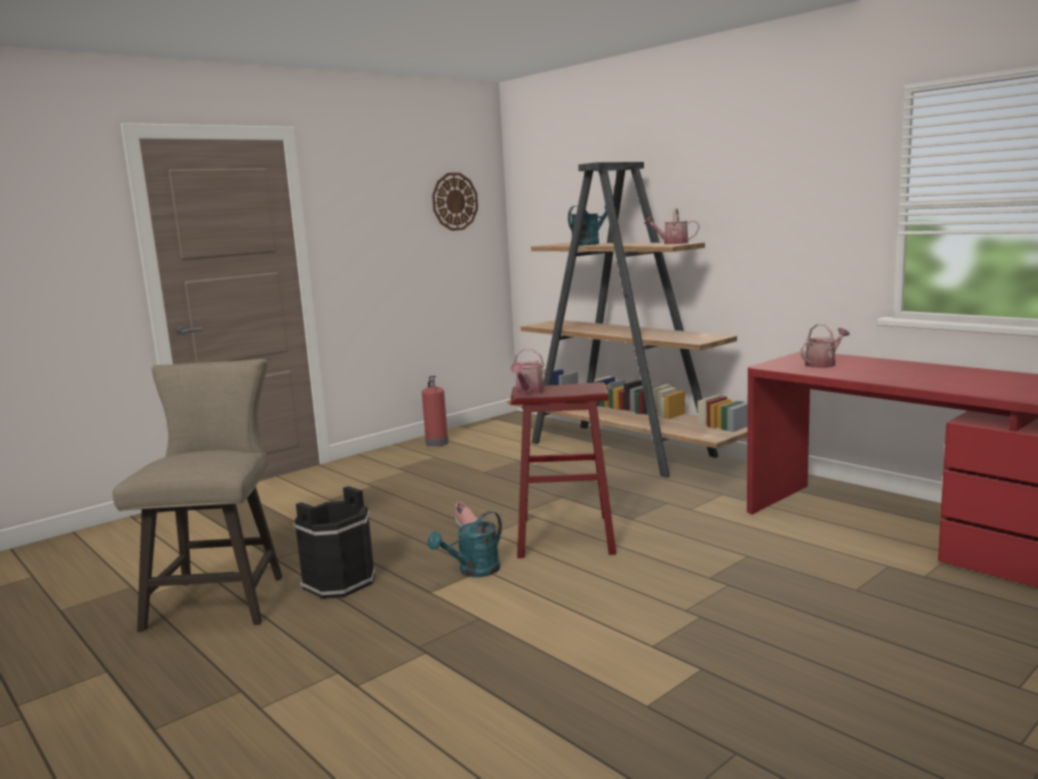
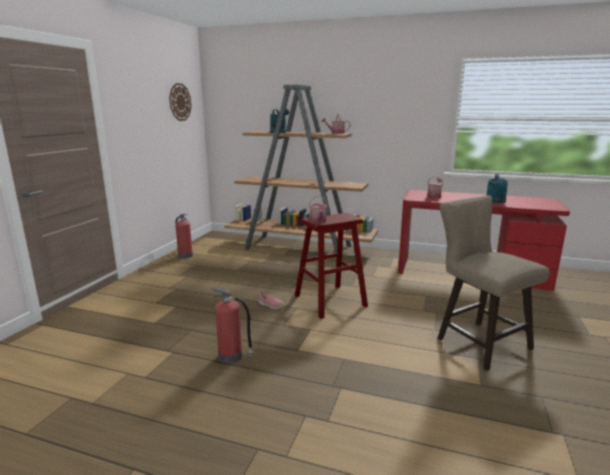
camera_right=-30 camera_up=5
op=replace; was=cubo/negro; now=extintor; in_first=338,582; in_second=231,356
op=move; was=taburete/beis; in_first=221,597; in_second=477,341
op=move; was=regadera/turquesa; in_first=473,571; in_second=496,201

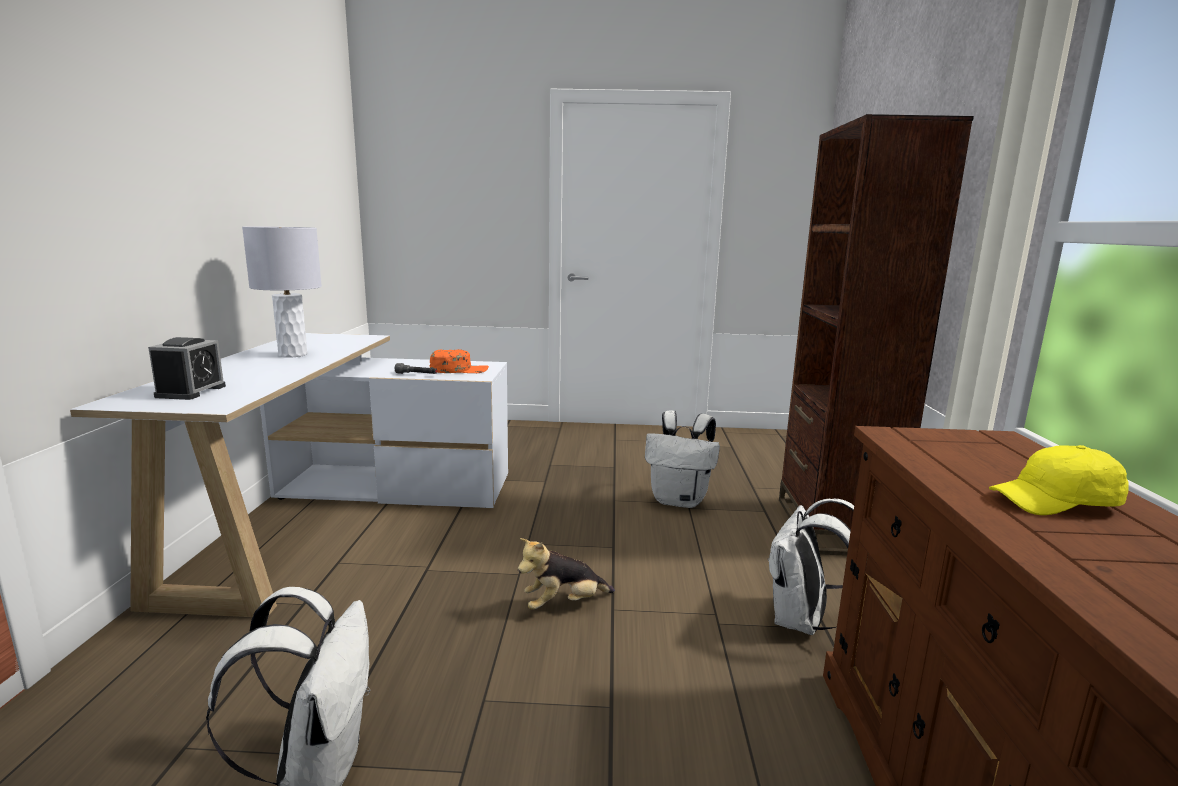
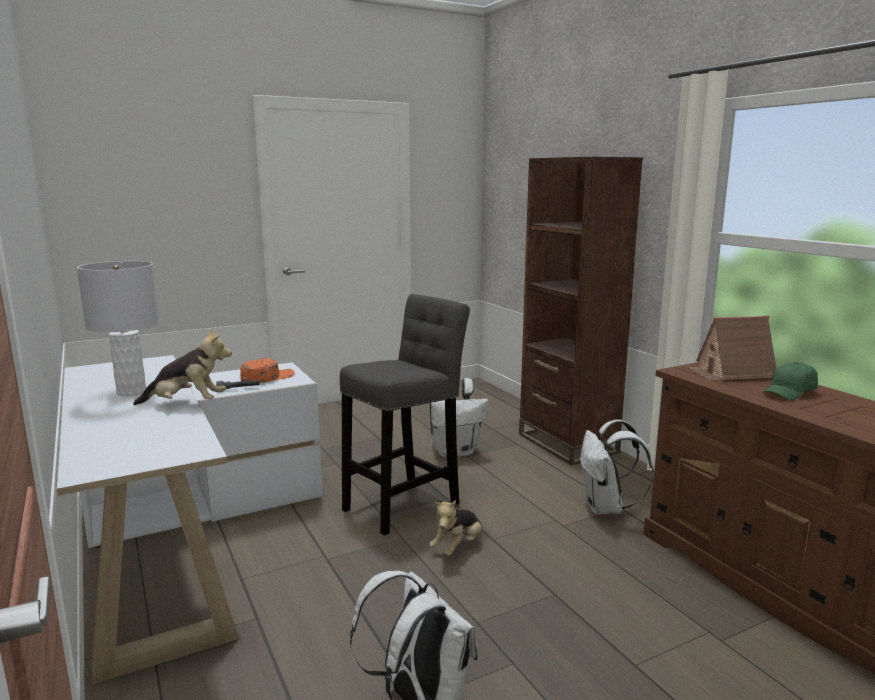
camera_right=-30 camera_up=0
op=insert; now=peluche; in_second=187,404
op=insert; now=taburete/gris; in_second=405,504
op=insert; now=casita; in_second=730,373
op=recolor; was=gorra/amarillo; now=gorra/verde; in_first=1057,502; in_second=789,392
op=delete; was=despertador; in_first=191,391

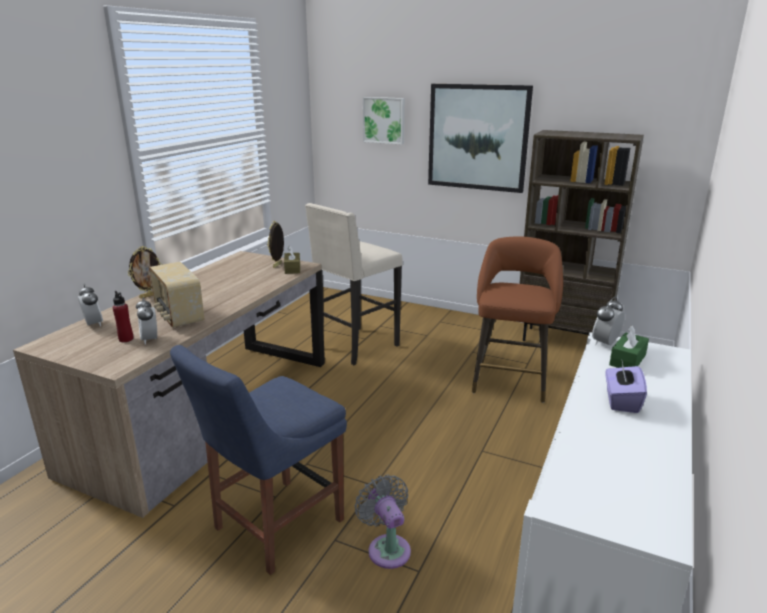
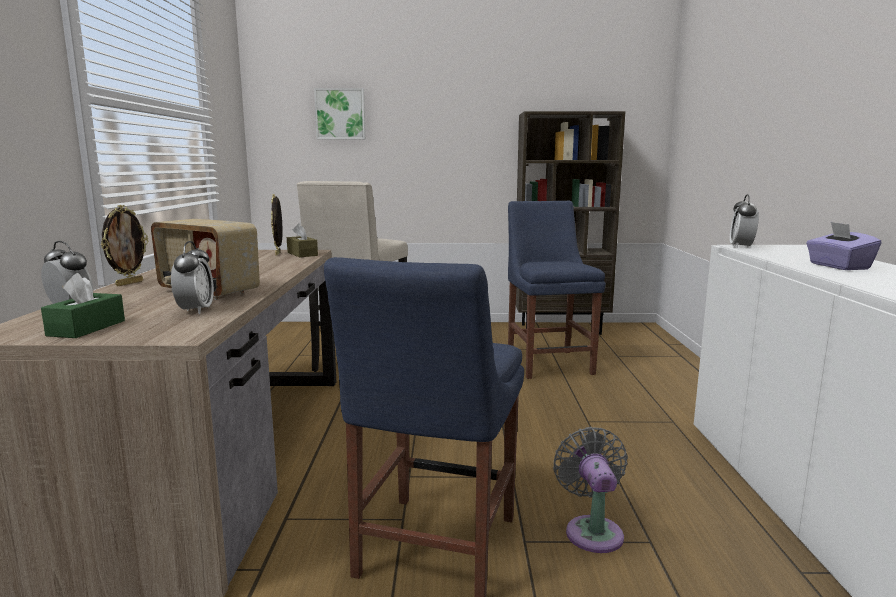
camera_right=-25 camera_up=-10
op=move; was=caja de pañuelos/verde; in_first=627,360; in_second=87,328
op=rotate; was=despertador; in_first=150,339; in_second=195,310; clockwise=-135
op=replace; was=taburete/marrón; now=silla/azul; in_first=510,379; in_second=548,362
op=rotate; was=ventilador/gris; in_first=387,548; in_second=592,530; clockwise=45
op=delete; was=botella/rojo; in_first=126,339
op=delete; was=cuadro; in_first=478,137

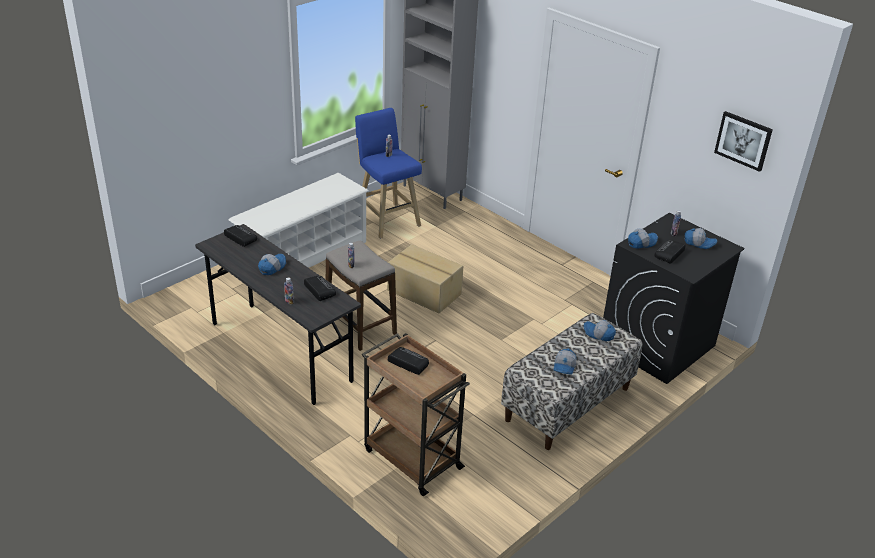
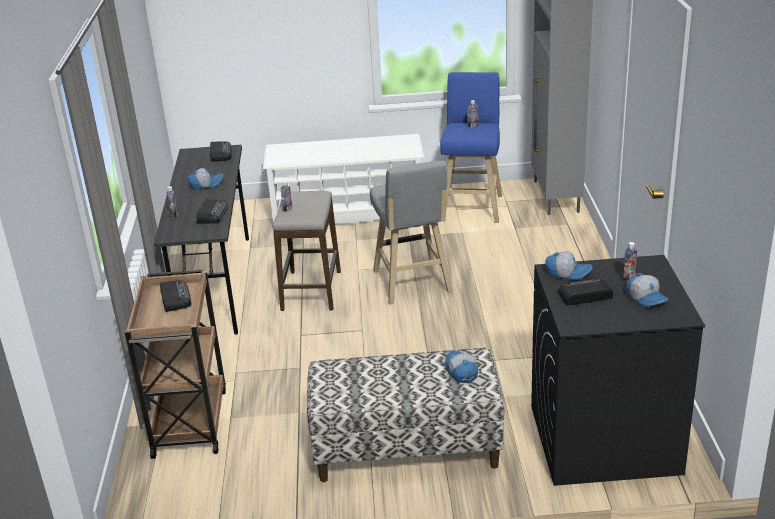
camera_right=45 camera_up=-5
op=replace; was=caja de cartón; now=taburete/gris; in_first=424,293; in_second=413,284
op=delete; was=gorra; in_first=565,367
op=delete; was=cuadro; in_first=743,140

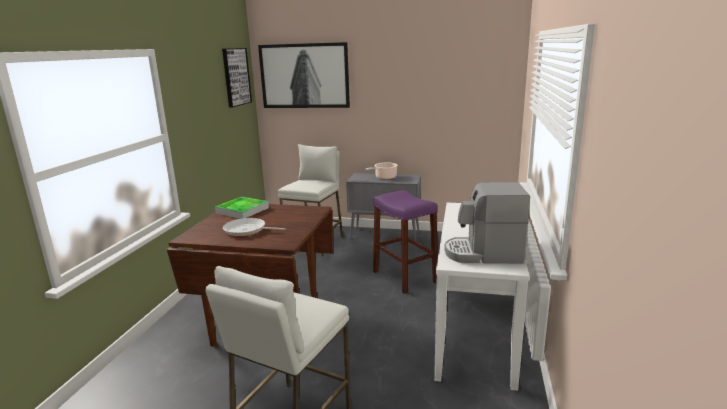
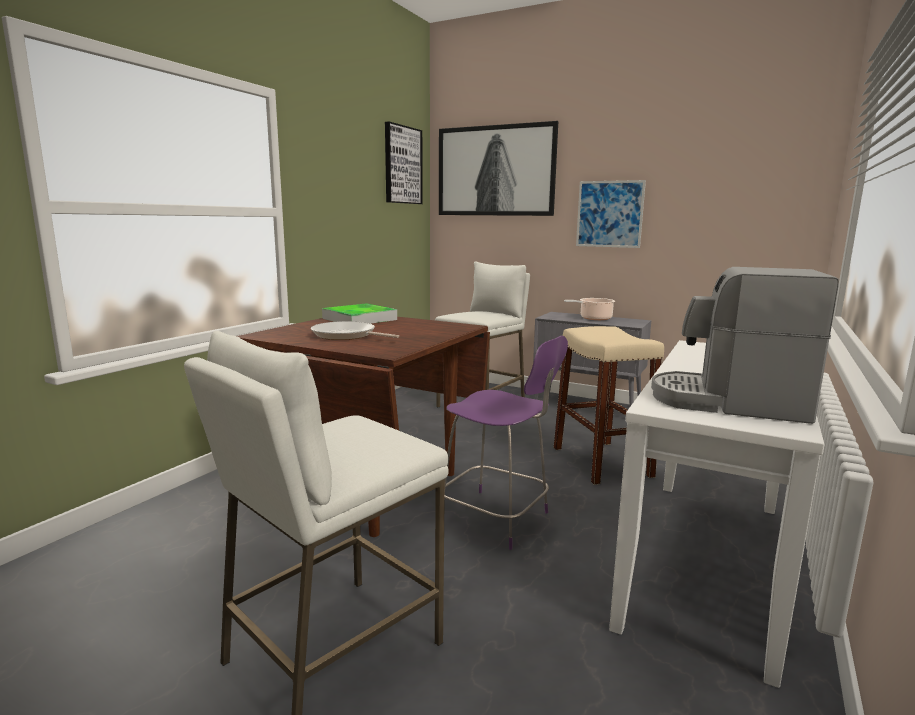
camera_right=15 camera_up=-5
op=insert; now=silla/morado; in_second=497,519
op=recolor; was=taburete/morado; now=taburete/beis; in_first=404,277; in_second=601,462
op=insert; now=cuadro; in_second=609,214

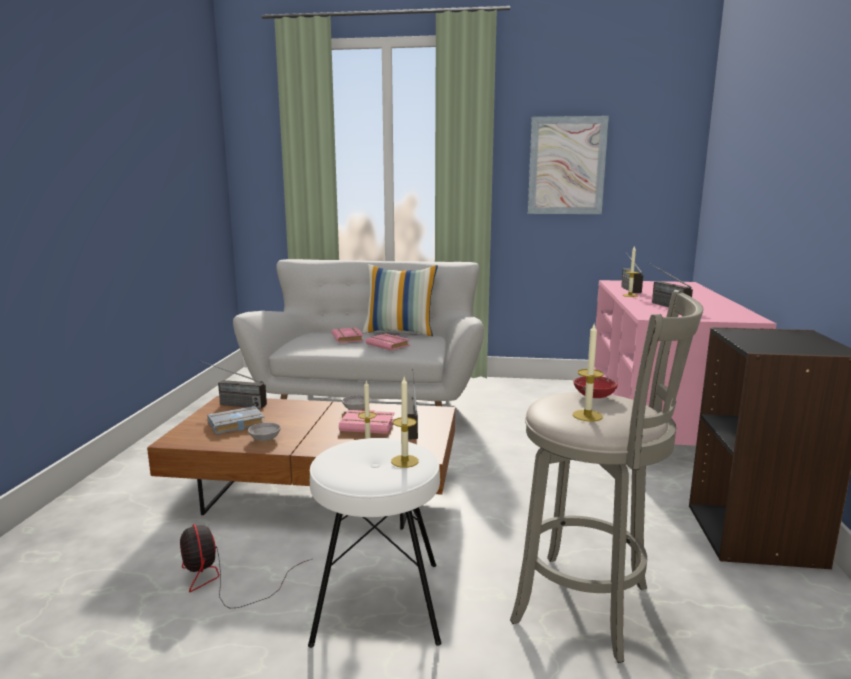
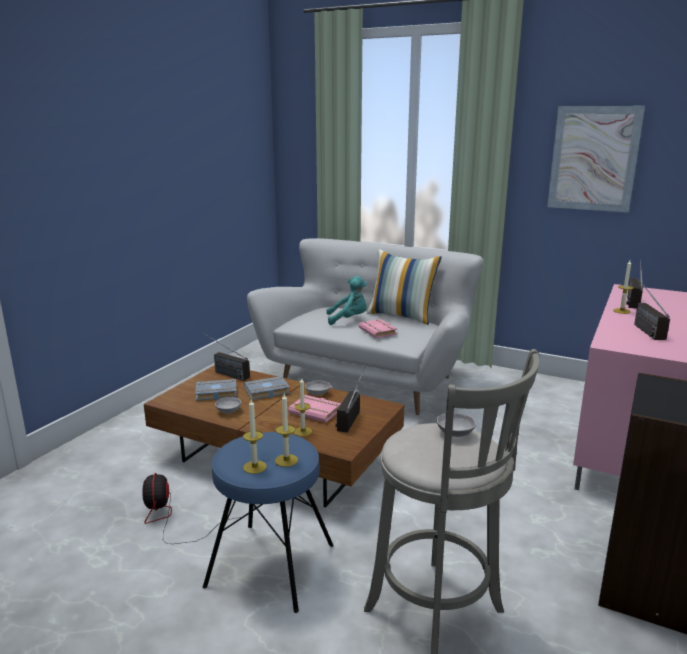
camera_right=20 camera_up=5
op=recolor; was=taburete/blanco; now=taburete/azul; in_first=378,601; in_second=271,565
op=move; was=vela; in_first=587,415; in_second=254,467
op=insert; now=libro/gris; in_second=266,392
op=replace; was=libro/rosa; now=peluche/turquesa; in_first=349,338; in_second=349,319
op=recolor; was=cuenco/rojo; now=cuenco/gris; in_first=594,396; in_second=455,433

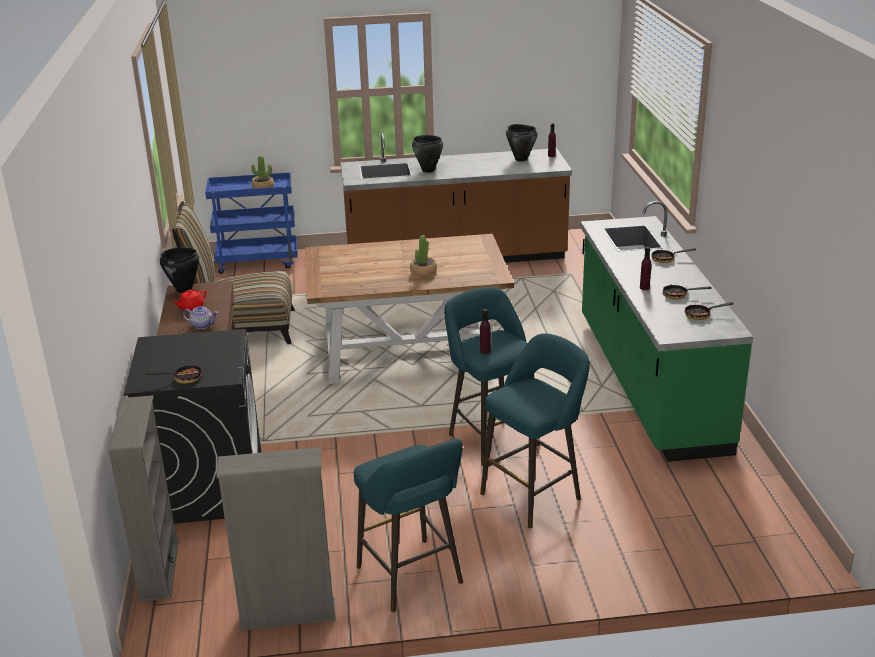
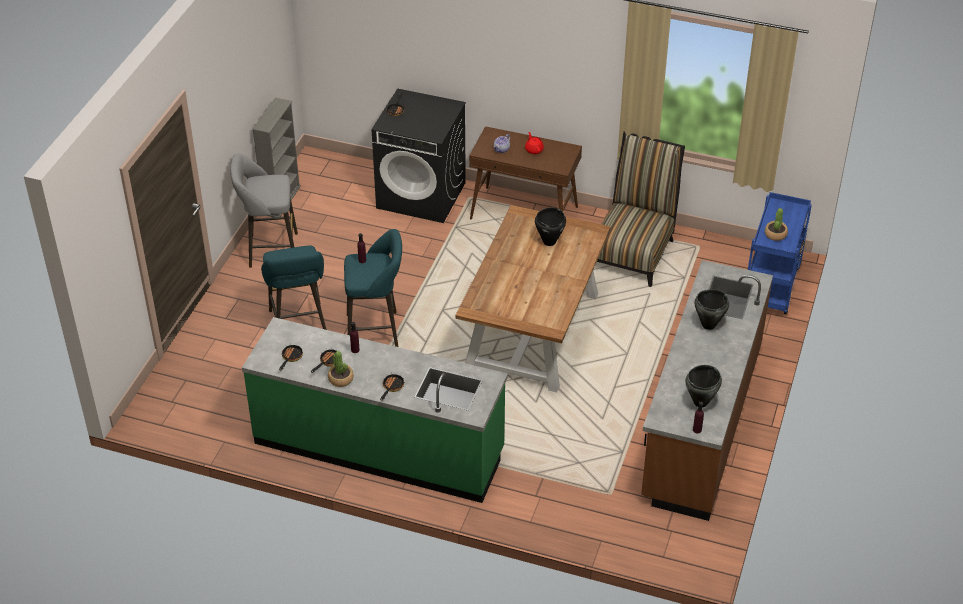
camera_right=115 camera_up=15
op=recolor; was=taburete/turquesa; now=taburete/gris; in_first=412,578; in_second=269,250
op=move; was=planta en maceta; in_first=423,272; in_second=341,379
op=move; was=olla/negro; in_first=184,290; in_second=549,242
op=delete; was=estantería/gris; in_first=159,569

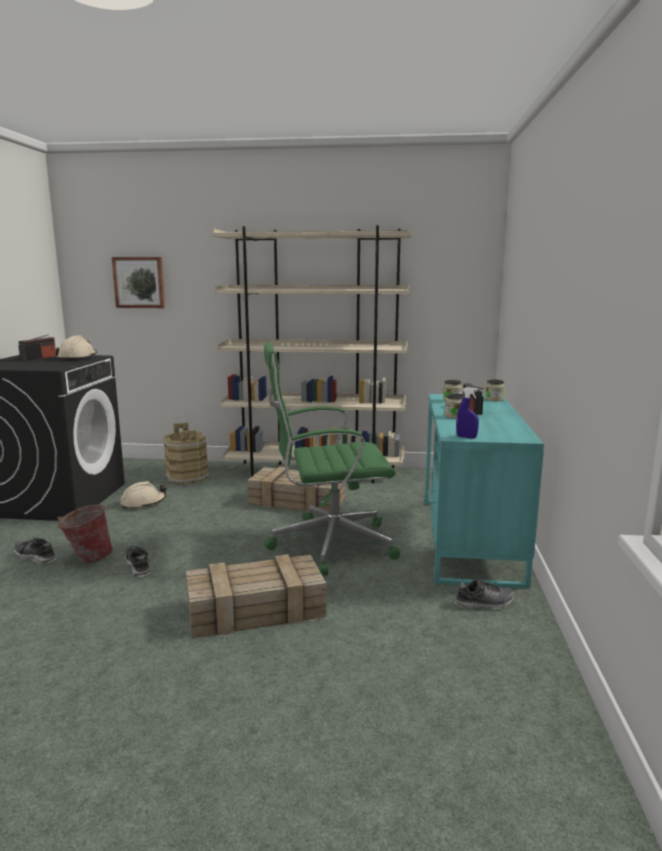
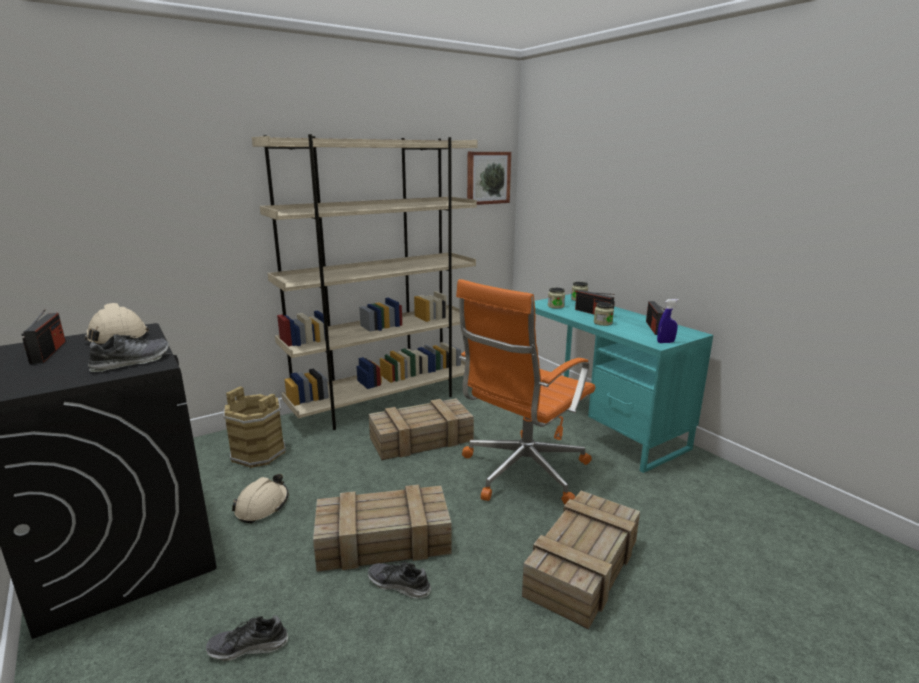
camera_right=-40 camera_up=5
op=move; was=zapato; in_first=484,603; in_second=131,362
op=insert; now=caja de embalaje; in_second=381,541
op=recolor; was=silla de oficina/verde; now=silla de oficina/naranja; in_first=328,544; in_second=522,472
op=move; was=cuadro; in_first=139,282; in_second=487,178
op=insert; now=radio; in_second=654,328
op=delete; was=cubo; in_first=87,559

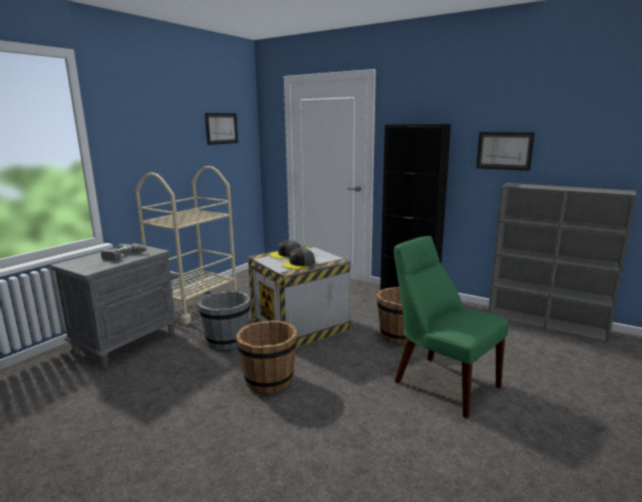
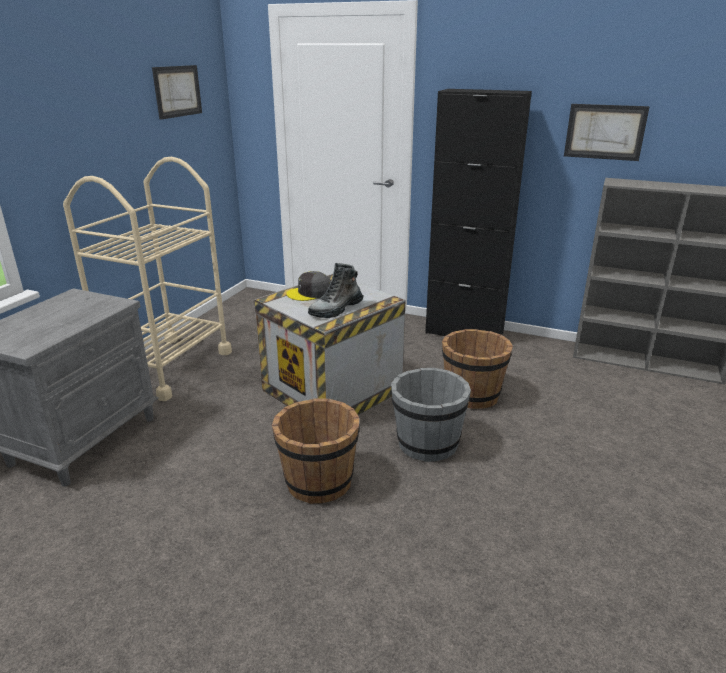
camera_right=-10 camera_up=10
op=replace; was=gorra/gris; now=bota; in_first=299,264; in_second=336,309
op=move; was=cubo/gris; in_first=227,341; in_second=427,443
op=delete; was=taladro; in_first=125,256
op=delete; was=silla/verde; in_first=442,382

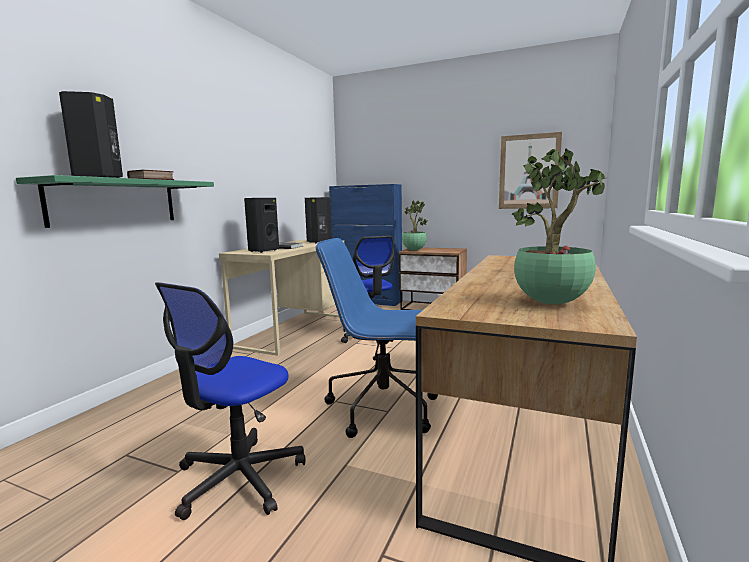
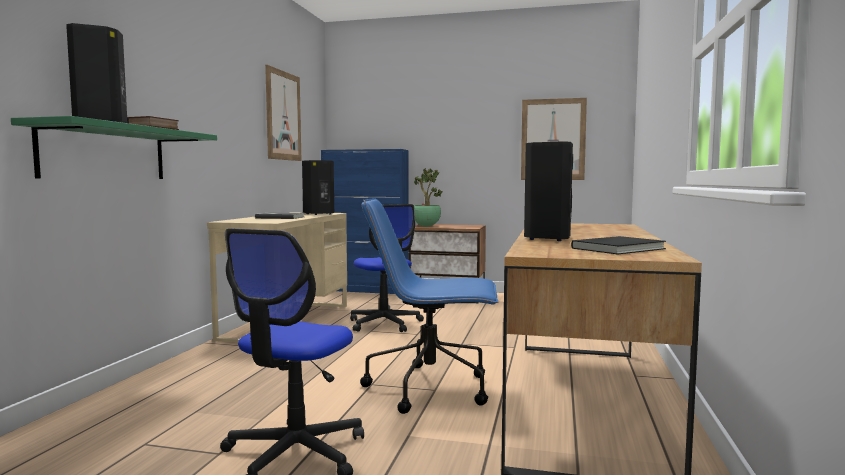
camera_right=-10 camera_up=-5
op=insert; now=cuadro; in_second=283,116
op=move; was=altavoz/negro; in_first=262,251; in_second=547,238
op=replace; was=planta en maceta; now=libro/negro; in_first=553,303; in_second=621,248

